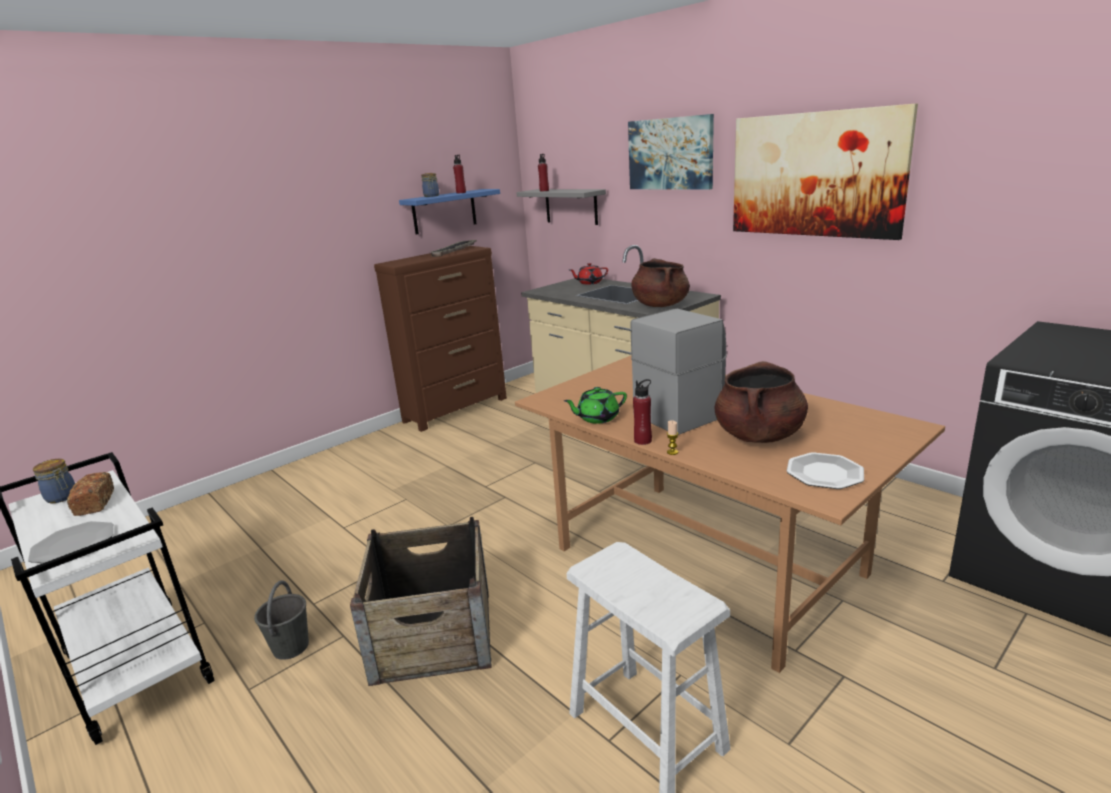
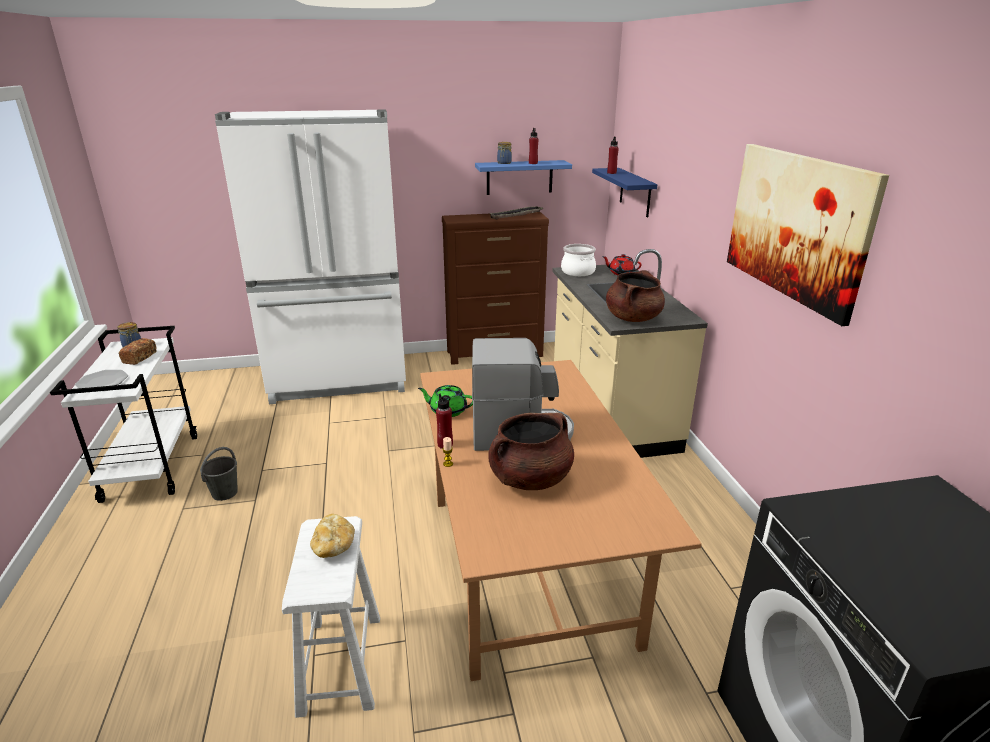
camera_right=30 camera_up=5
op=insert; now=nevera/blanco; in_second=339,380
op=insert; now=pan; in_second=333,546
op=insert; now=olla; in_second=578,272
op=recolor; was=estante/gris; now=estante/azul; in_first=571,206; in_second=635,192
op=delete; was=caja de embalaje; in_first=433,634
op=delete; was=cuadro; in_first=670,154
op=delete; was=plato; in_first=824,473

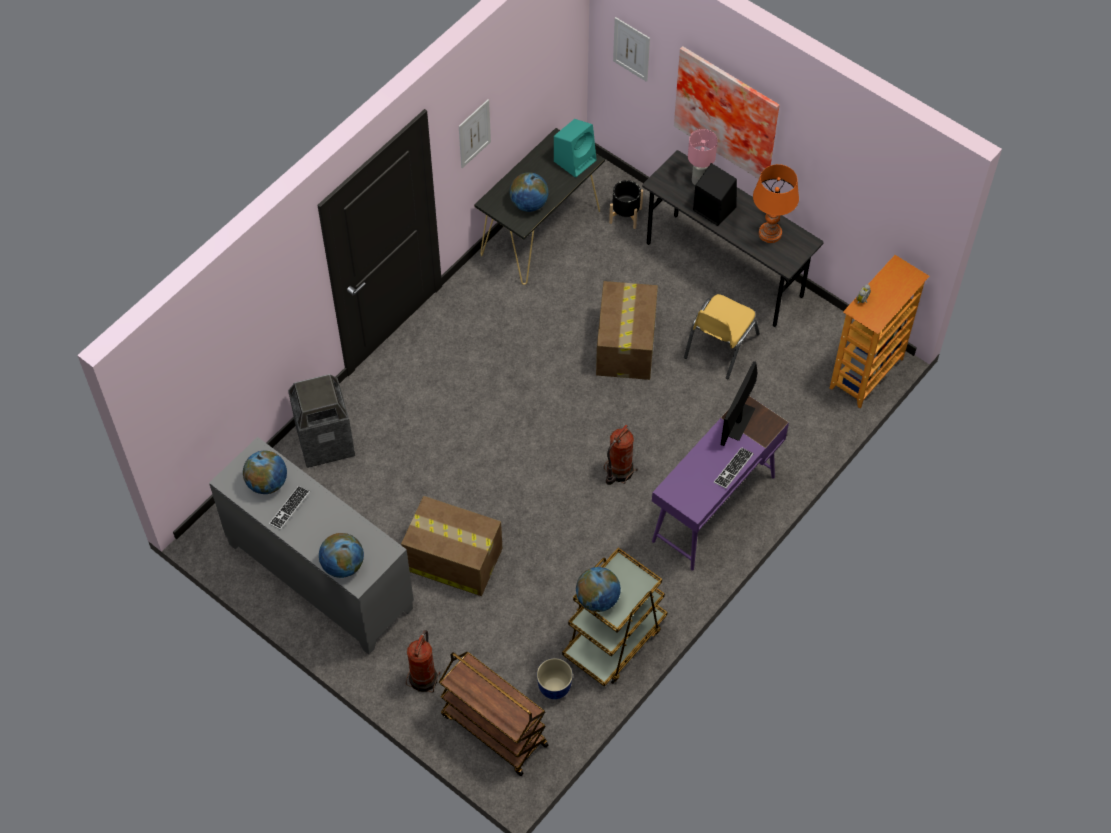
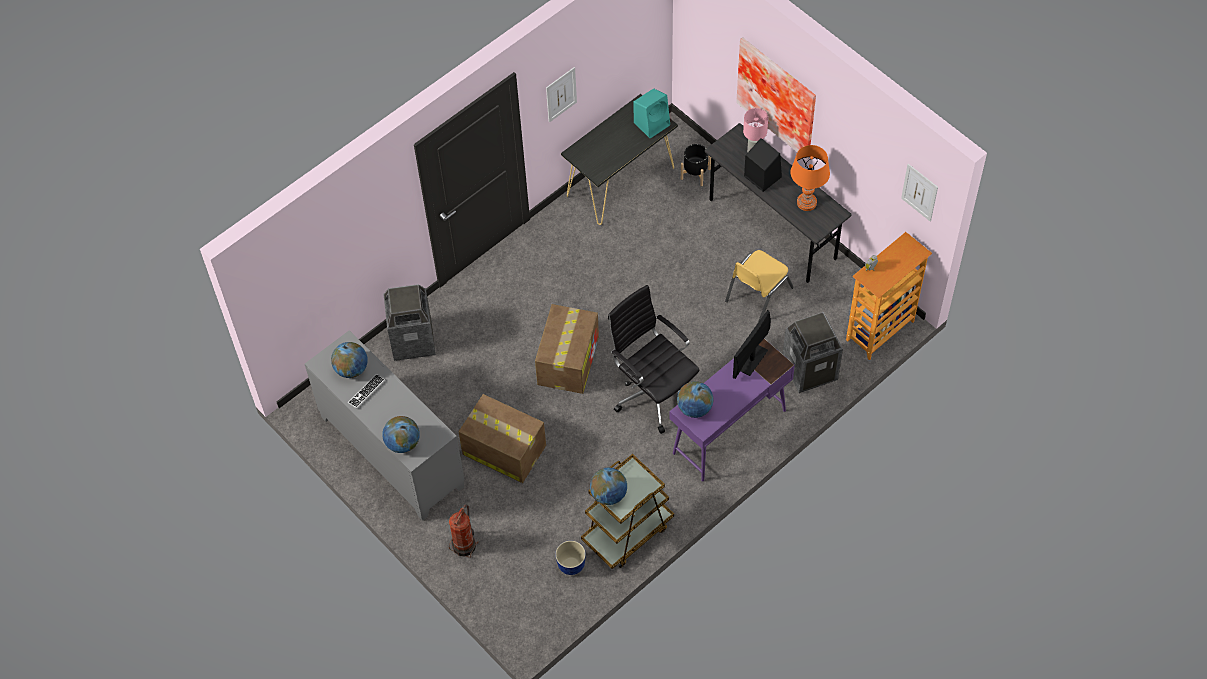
camera_right=10 camera_up=0
op=move; was=caja de cartón; in_first=625,344; in_second=568,360
op=replace; was=extintor; now=silla de oficina/negro; in_first=618,471; in_second=653,392
op=move; was=globo terráqueo; in_first=529,204; in_second=694,408
op=insert; now=papelera; in_second=810,370
op=move; was=cuadro; in_first=631,49; in_second=919,192
op=delete; was=carrito/marrón; in_first=493,730
op=delete; was=teclado; in_first=733,468

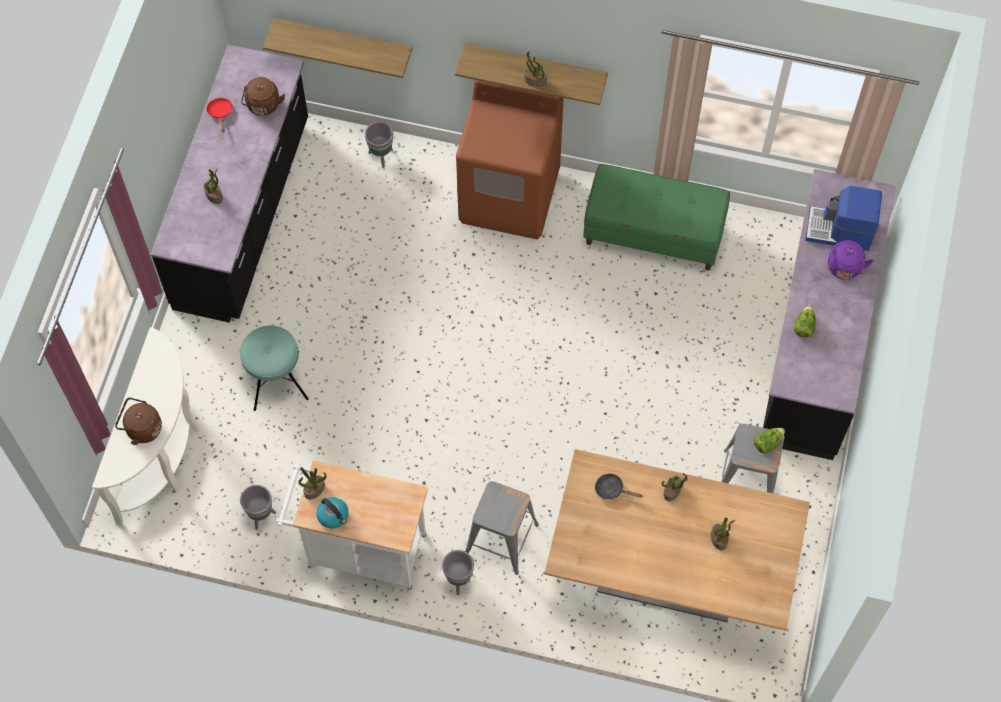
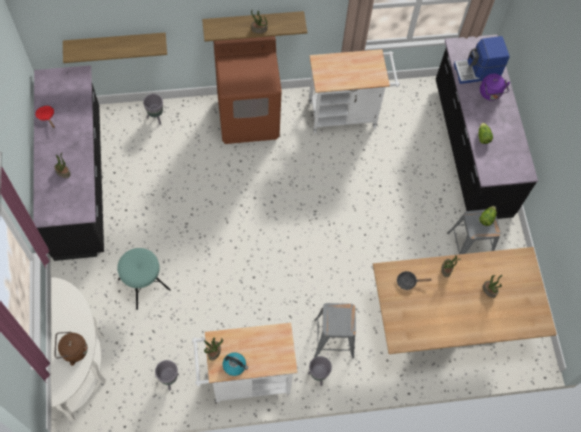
camera_right=-25 camera_up=0
op=replace; was=banco/verde; now=carrito/blanco; in_first=653,233; in_second=347,113
op=delete; was=hervidor/marrón; in_first=263,106

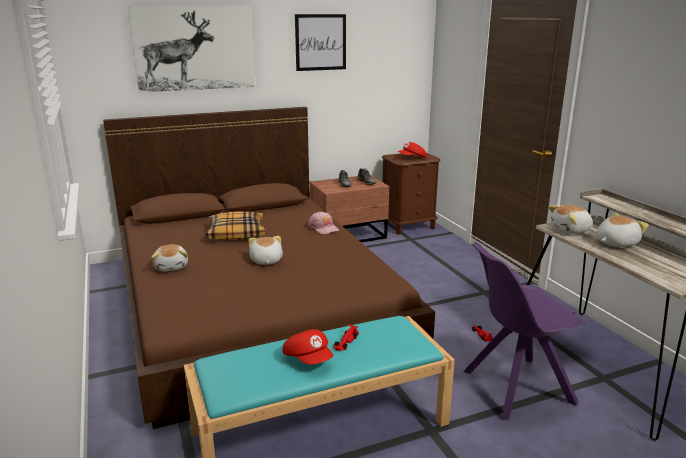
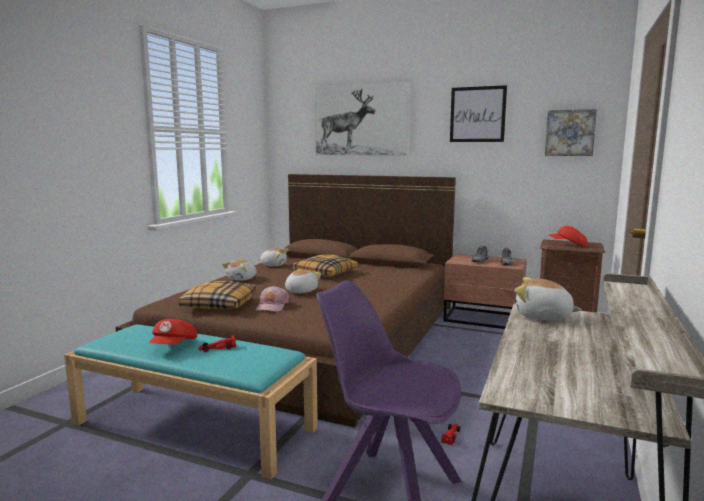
camera_right=45 camera_up=-10
op=insert; now=cojín; in_second=219,304
op=move; was=gorra/rosa; in_first=323,228; in_second=272,306
op=move; was=peluche; in_first=615,243; in_second=273,265
op=insert; now=cuadro; in_second=570,133

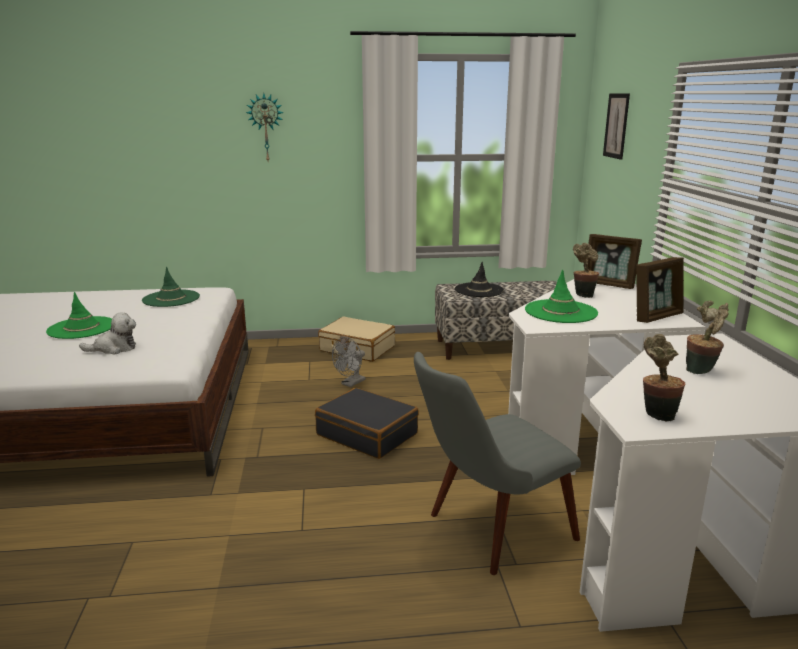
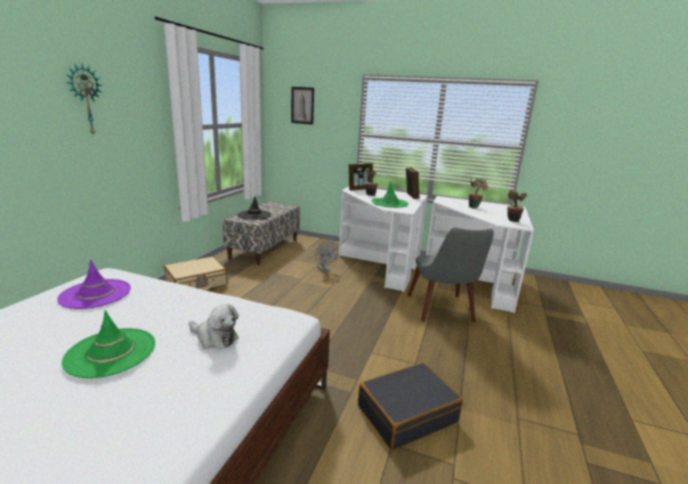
camera_right=-65 camera_up=0
op=recolor; was=sombrero/verde; now=sombrero/morado; in_first=171,299; in_second=95,294
op=rotate; was=peluche; in_first=114,348; in_second=215,338; clockwise=105
op=move; was=ventilador/gris; in_first=351,383; in_second=325,270
op=move; was=maleta/negro; in_first=367,434; in_second=406,413

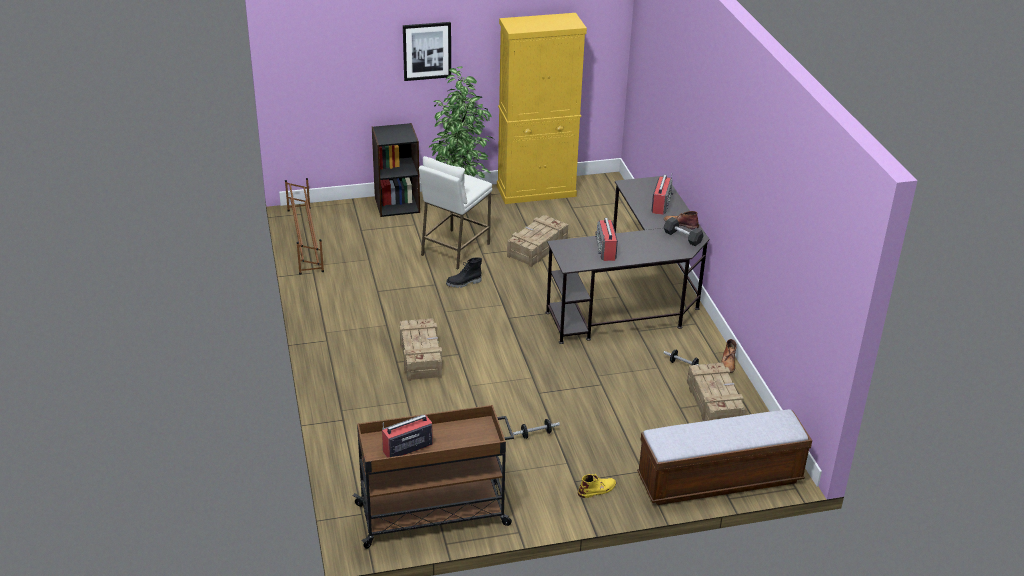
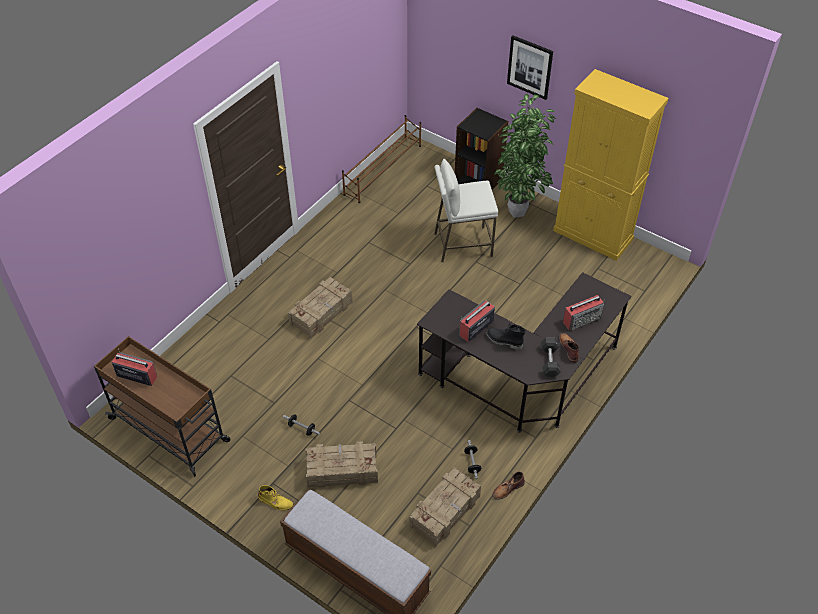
camera_right=50 camera_up=15
op=move; was=caja de embalaje; in_first=536,248; in_second=341,470
op=move; was=bota/negro; in_first=464,283; in_second=504,341

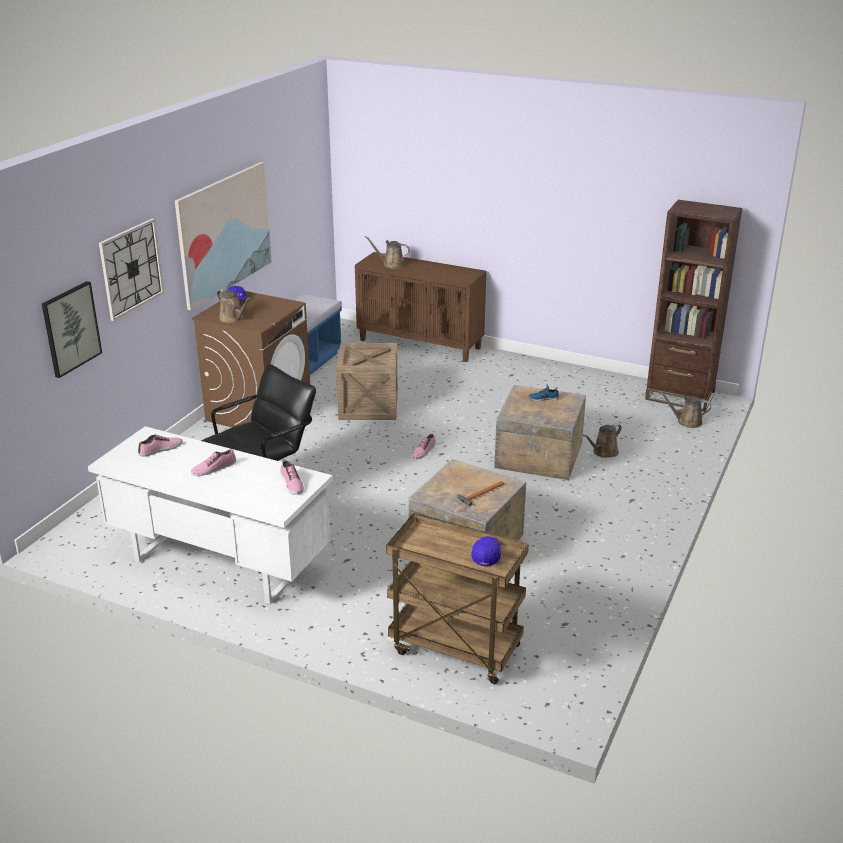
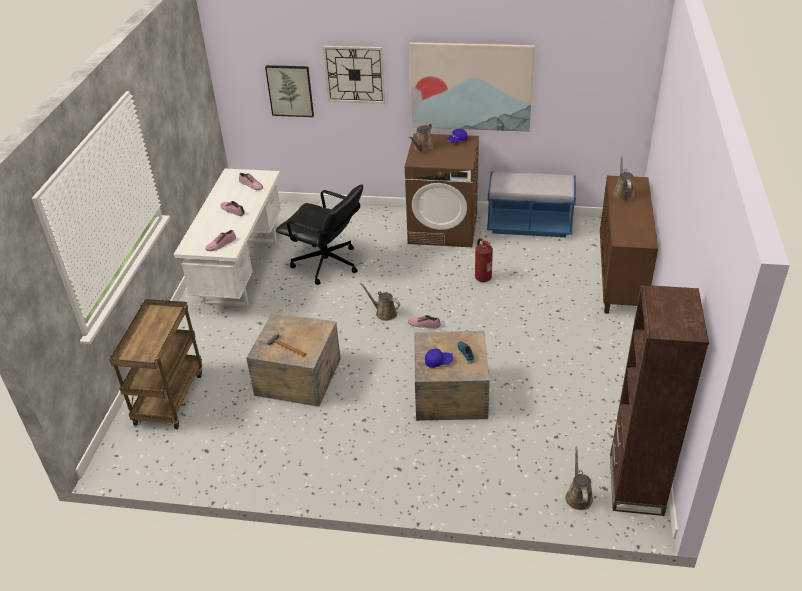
camera_right=75 camera_up=10
op=move; was=regadera/marrón; in_first=603,452; in_second=384,313
op=move; was=gorra/azul; in_first=486,555; in_second=438,361
op=replace; was=caja de embalaje; now=extintor; in_first=368,406; in_second=482,277

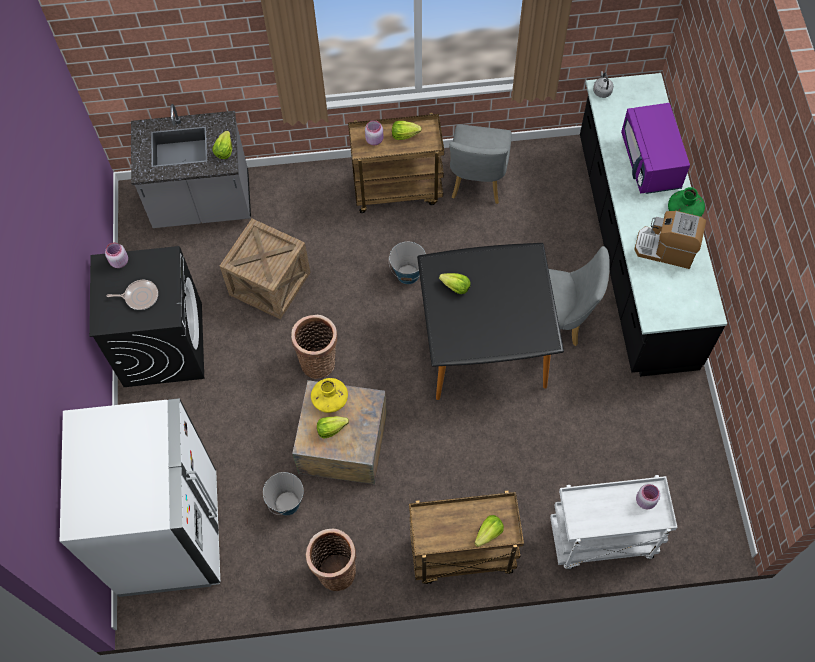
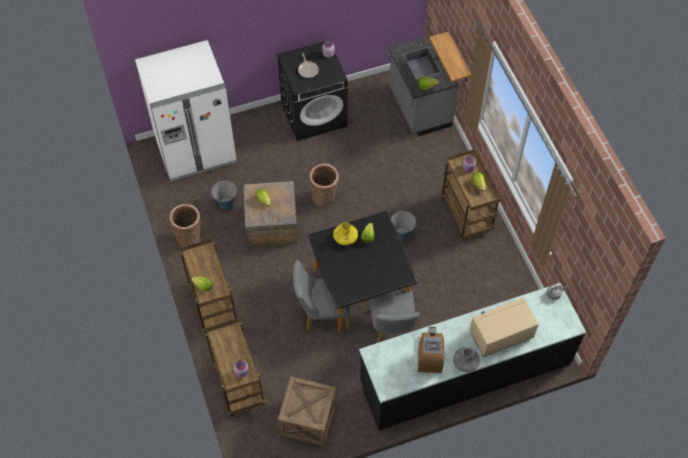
camera_right=75 camera_up=-5
op=recolor; was=carrito/blanco; now=carrito/marrón; in_first=601,540; in_second=237,383
op=move; was=caja de embalaje; in_first=270,283; in_second=308,420
op=move; was=silla/gris; in_first=477,183; in_second=322,313
op=move; was=florero/amarillo; in_first=330,399; in_second=345,237
op=insert; now=estante; in_second=458,59
op=recolor; was=florero/verde; now=florero/gris; in_first=684,211; in_second=465,362
op=recolor; was=microondas/morado; now=microondas/beis; in_first=651,162; in_second=501,335

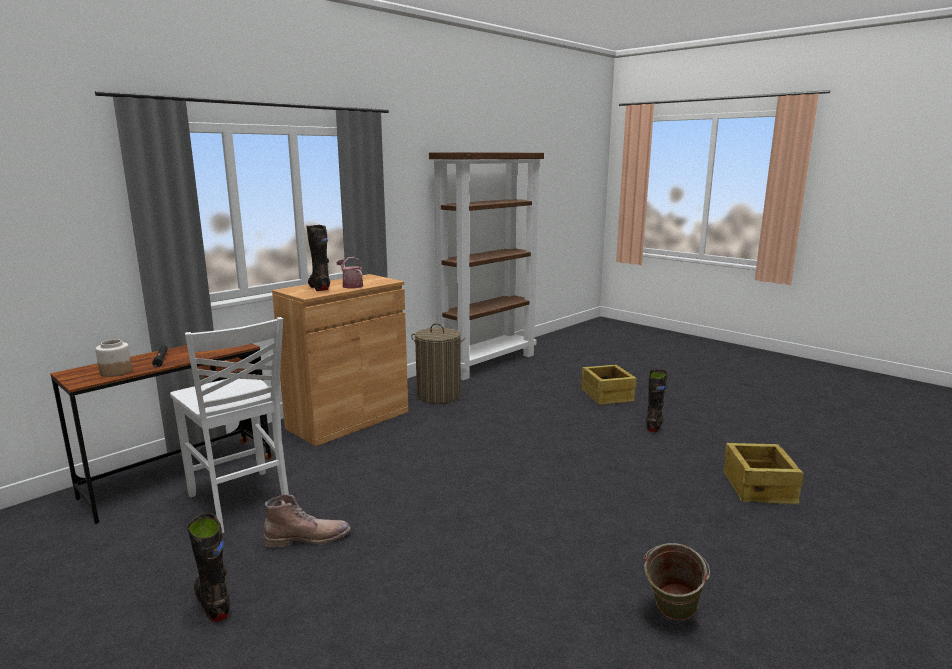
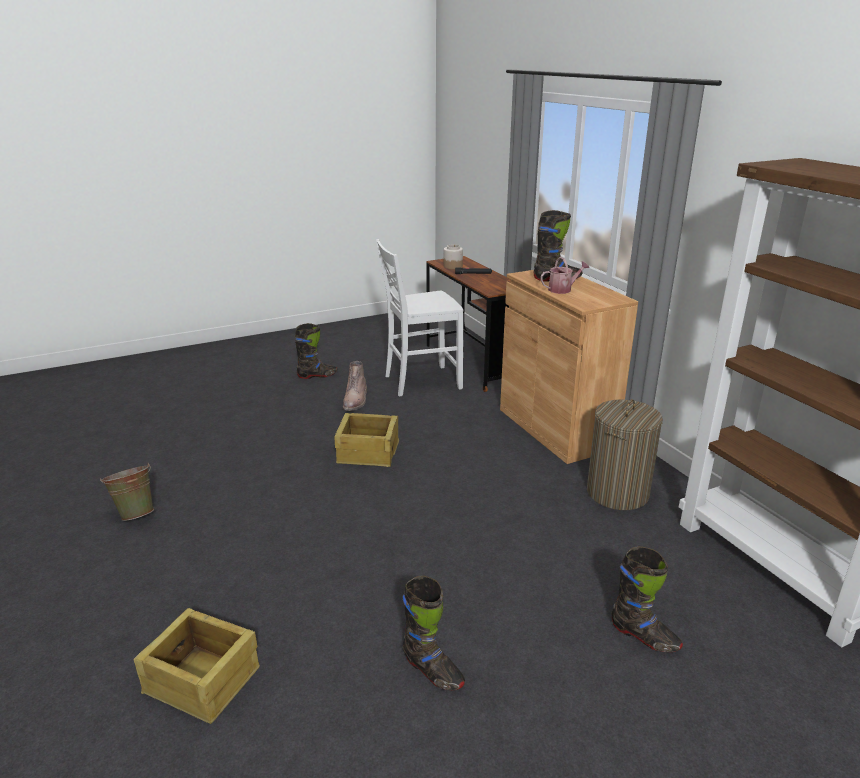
camera_right=110 camera_up=10
op=move; was=caja de embalaje; in_first=606,396; in_second=367,452
op=insert; now=bota/negro; in_second=644,637

